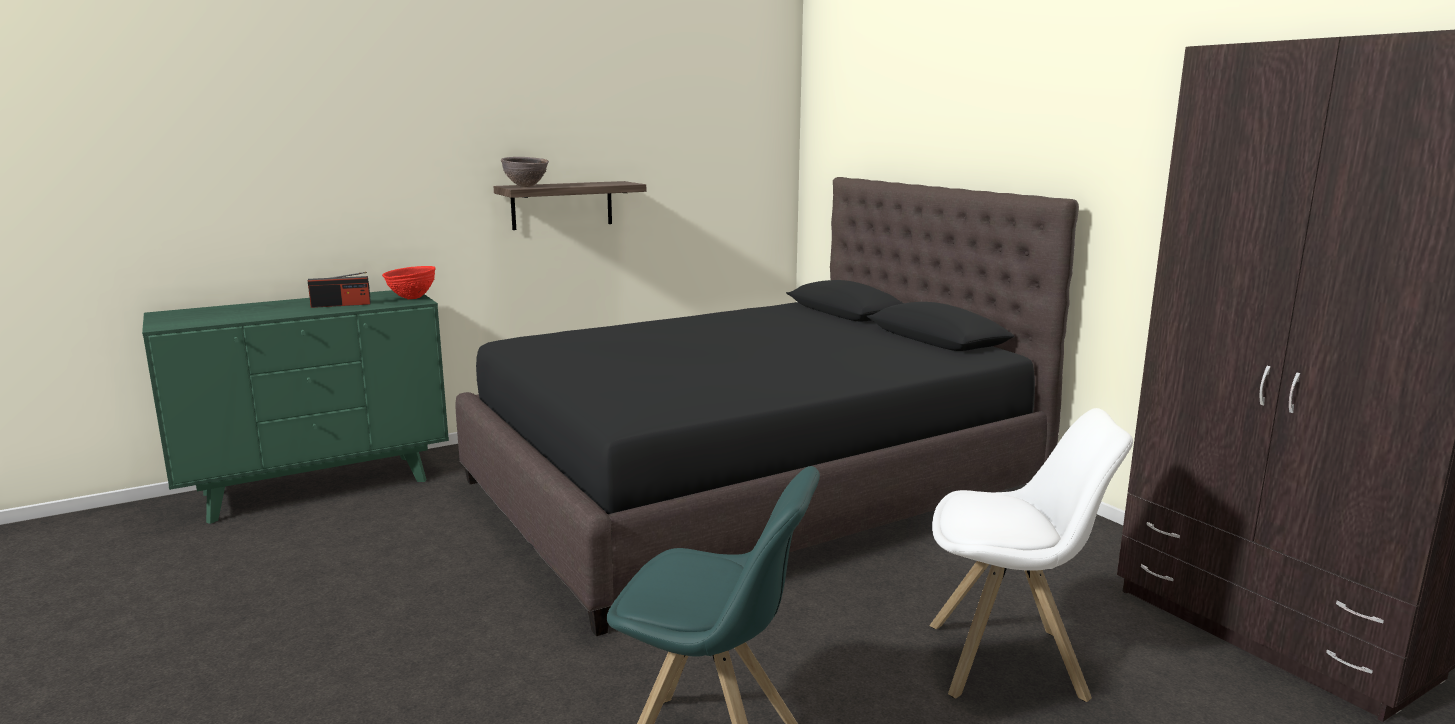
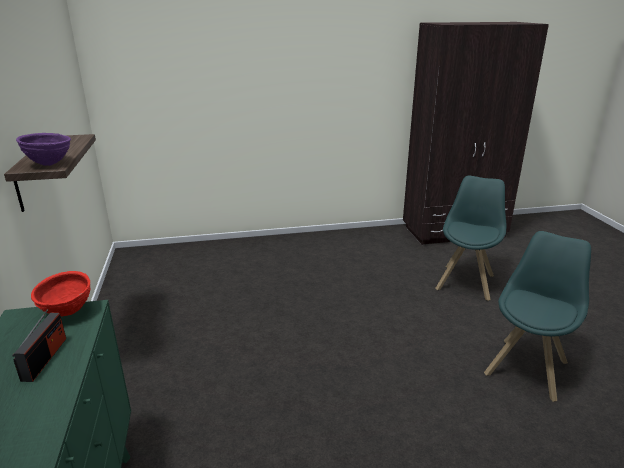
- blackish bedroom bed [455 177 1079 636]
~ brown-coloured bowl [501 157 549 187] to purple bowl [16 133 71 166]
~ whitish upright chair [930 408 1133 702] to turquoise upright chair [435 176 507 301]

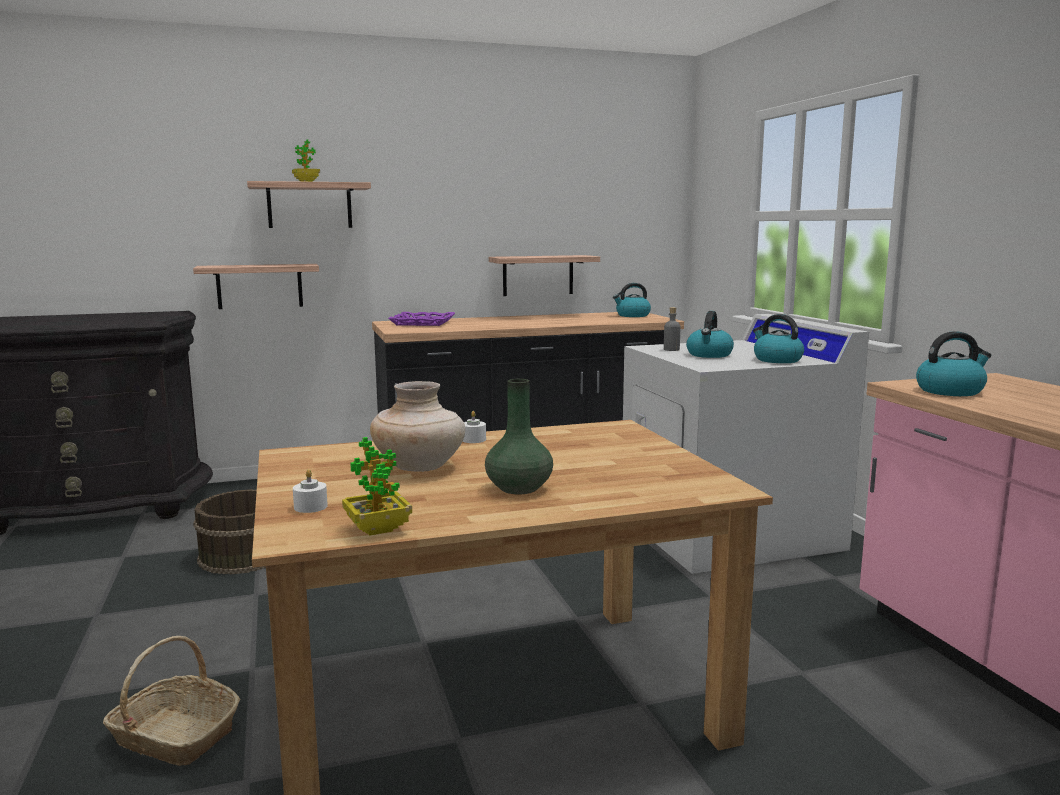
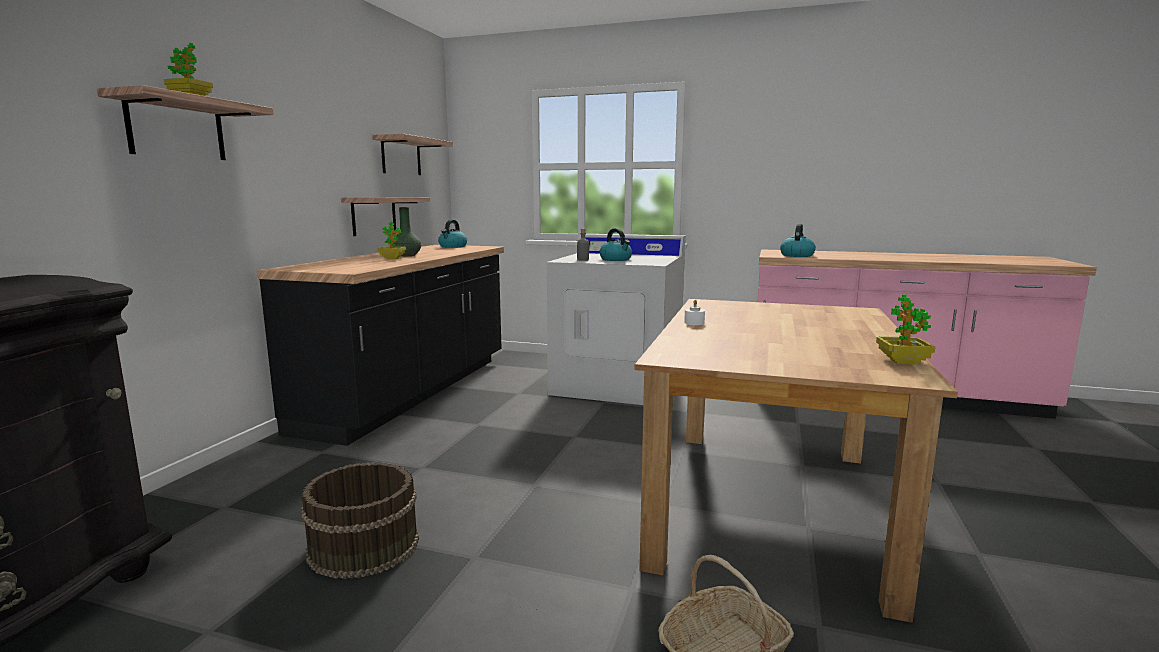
- whitish wax light [293 469 328 513]
- beige-coloured decorative vase [370 381 465 472]
- purple serving tray [388 312 455 326]
- water kettle [753 314 804 363]
+ plant in a pot [378 222 406 259]
~ bracket shelf [193 264 319 309] to [372 134 453 175]
~ green decorative vase [485 379 553 495] to [394 207 422 256]

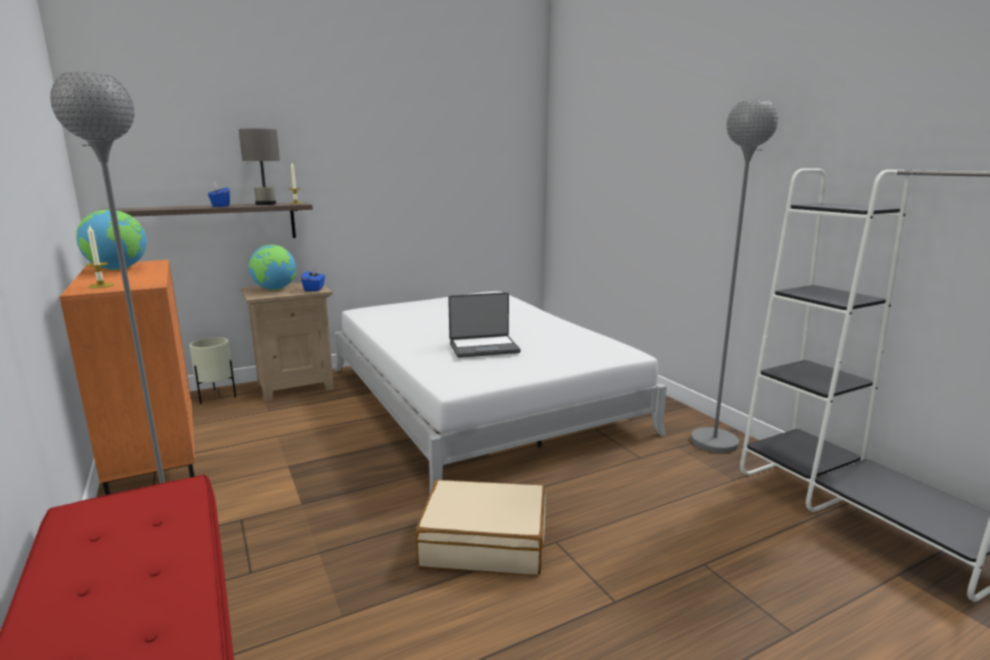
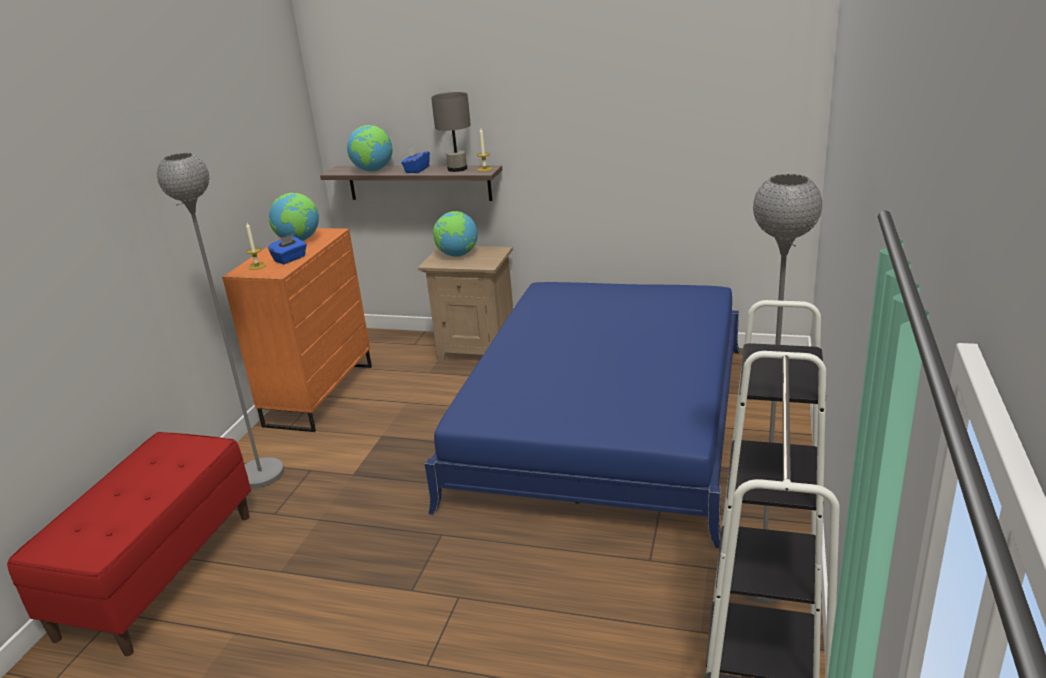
- beige-coloured planter [189 337 236 404]
- beige-coloured suitcase [415 480 546 575]
- notebook computer [448 292 521 358]
+ world globe [347 125 393 172]
~ blue tissue box [301 266 325 291] to [268 234 307 264]
~ whitish bedroom bed [334 291 667 495] to blue bedroom bed [425 282 740 548]

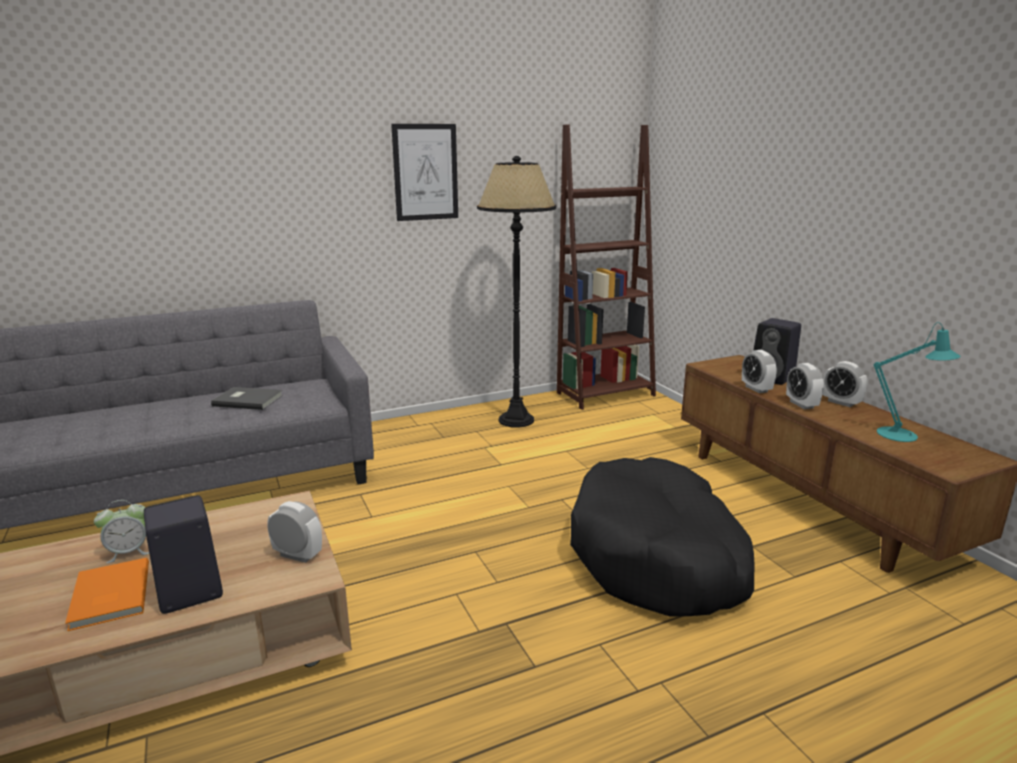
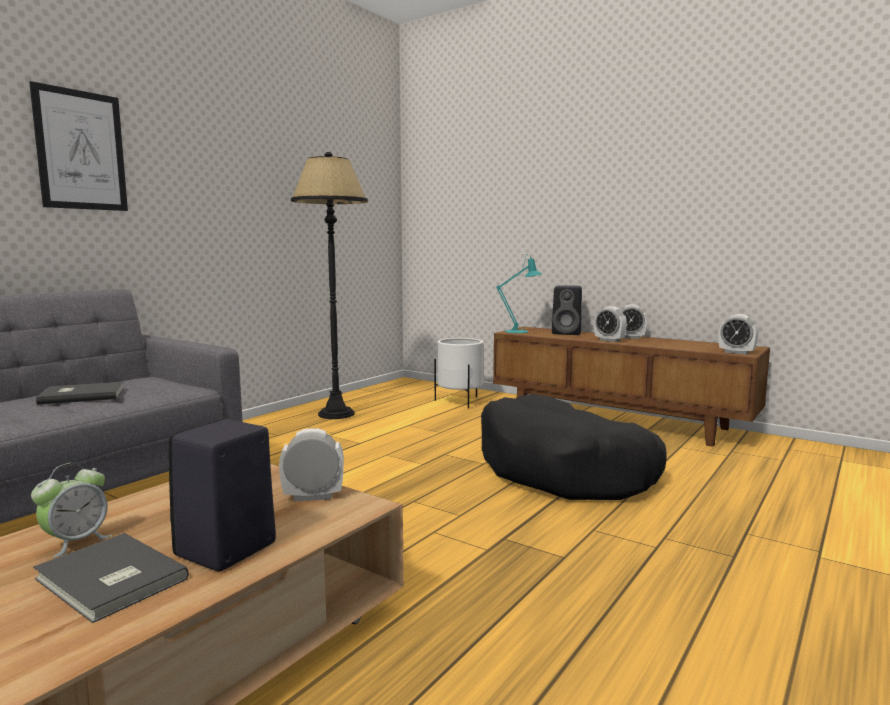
- brown-coloured bookshelf [557 124 656 410]
+ whitish planter [435 338 483 408]
~ wall art [391 124 458 221] to [29 81 128 211]
~ table clock [742 350 777 393] to [718 314 759 355]
~ turquoise tabletop lamp [874 322 961 442] to [496 254 542 333]
~ orange-coloured bound book [65 558 149 631] to grey bound book [33 533 189 623]

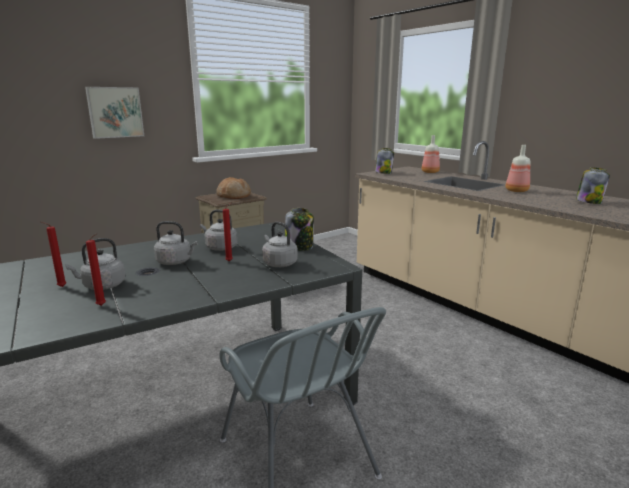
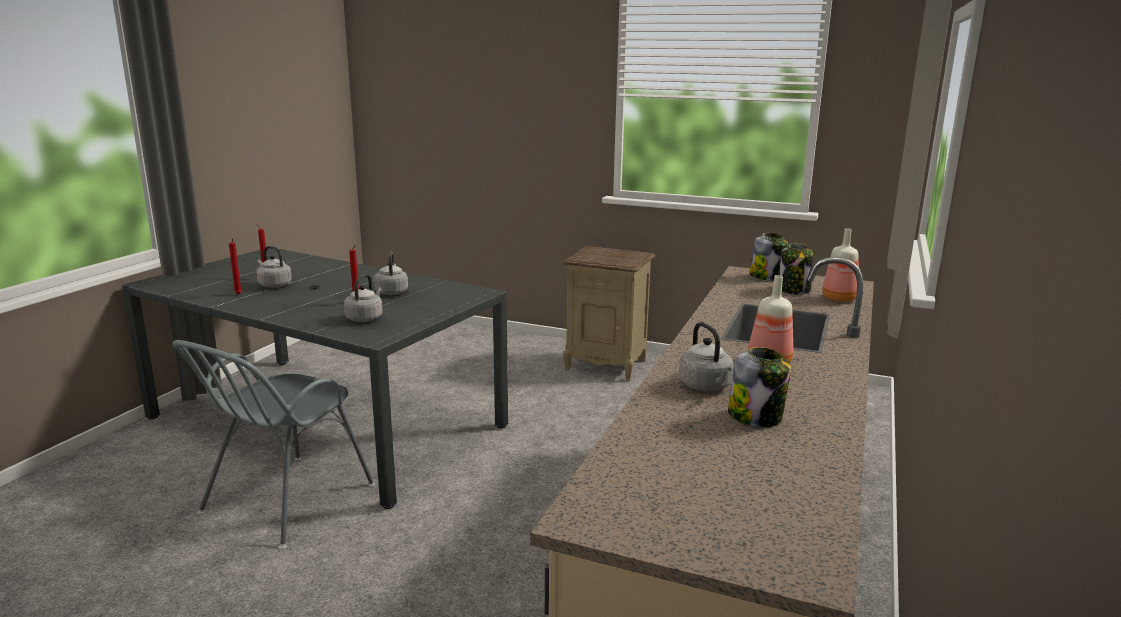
- wall art [85 87 144 139]
- baked bread [216 177 251 199]
~ grey water kettle [154 221 198 265] to [679 322 734 391]
~ jar [285 208 314 251] to [780 243 813 295]

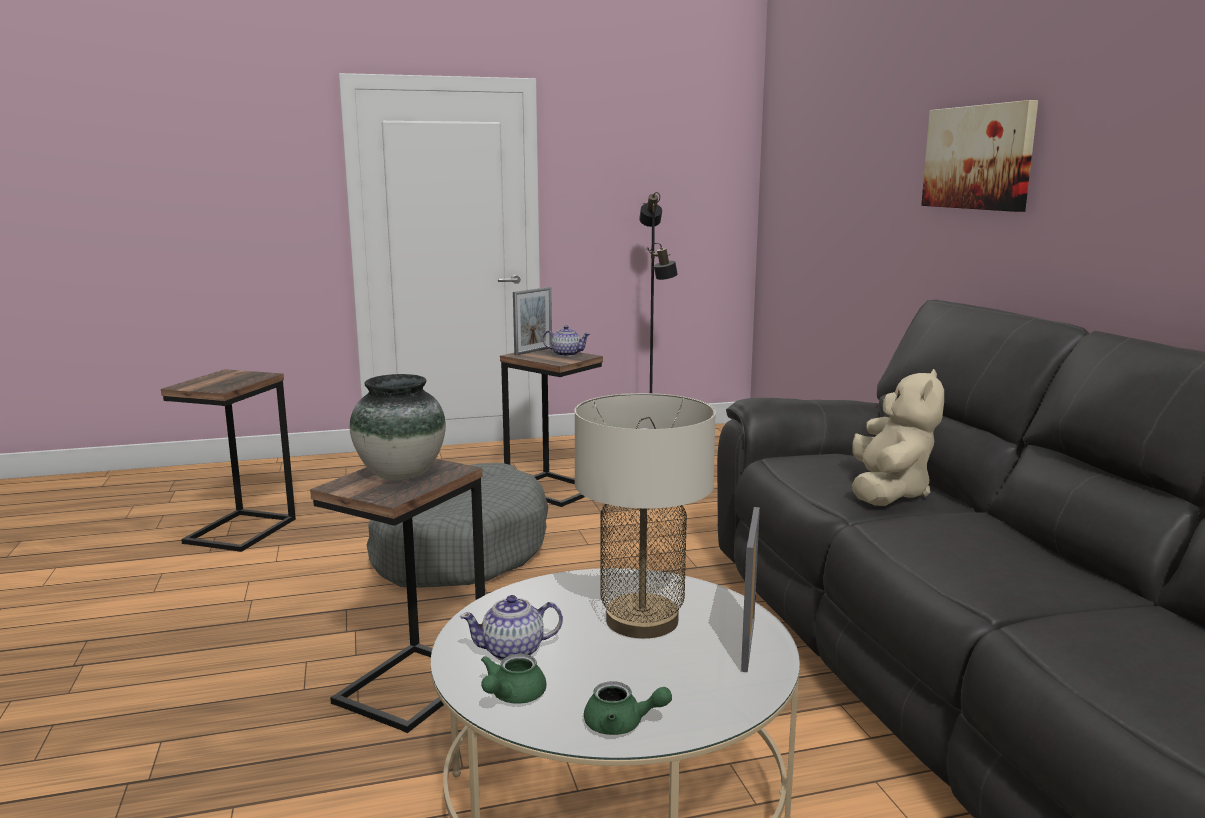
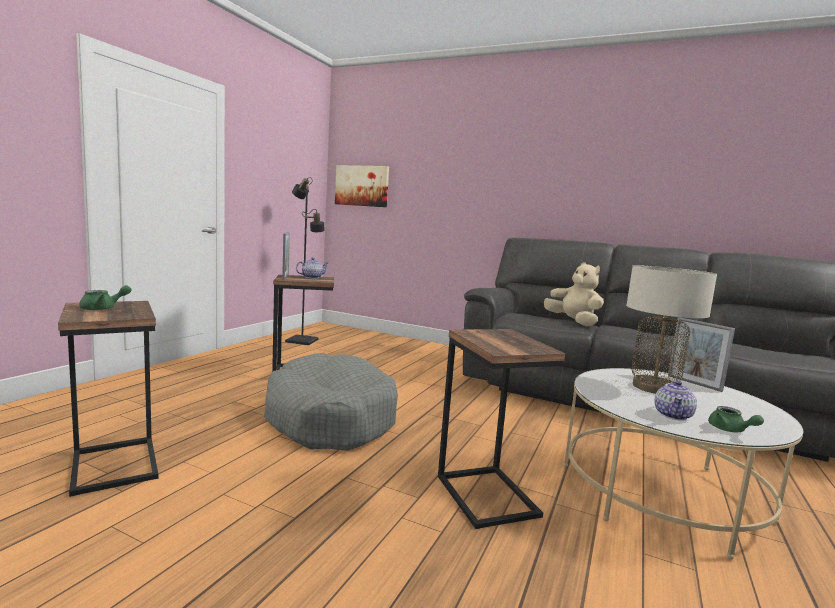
- decorative vase [350 374 446 481]
~ green teapot [584 681 672 735] to [79 285 131 311]
~ wall art [921 100 1038 212] to [335 165 389 207]

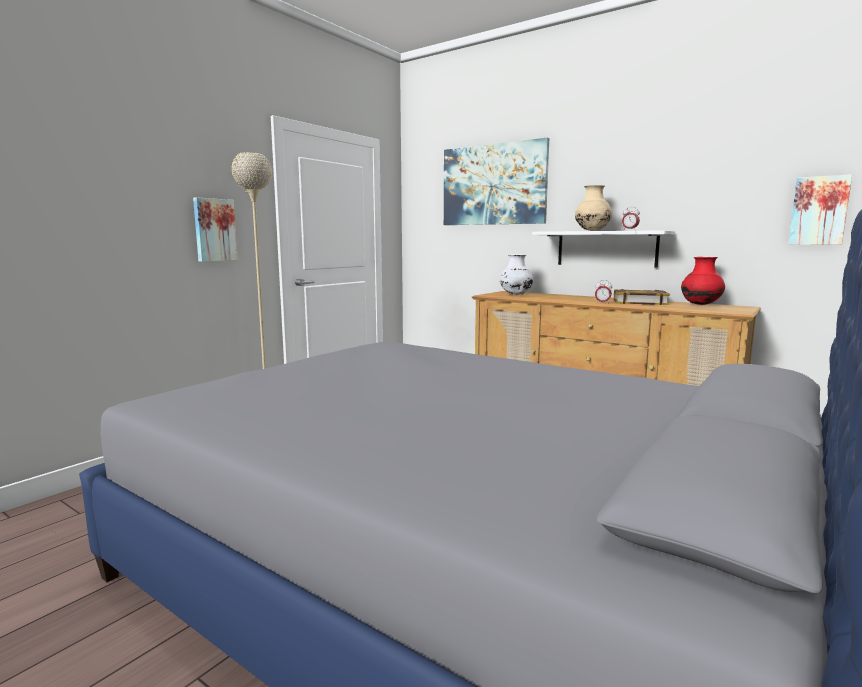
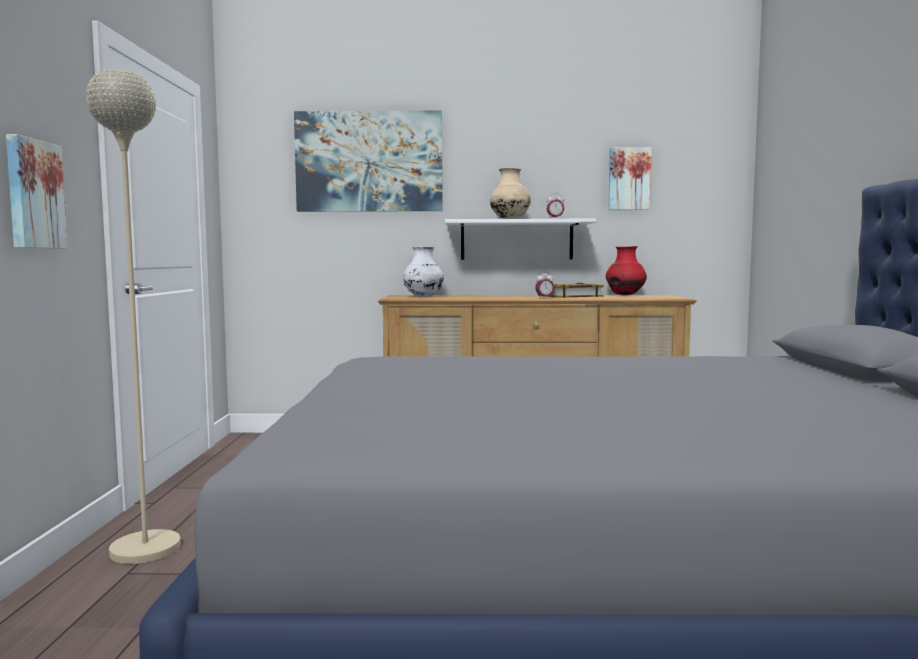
~ wall art [788 174 852 245] to [608 147 652 210]

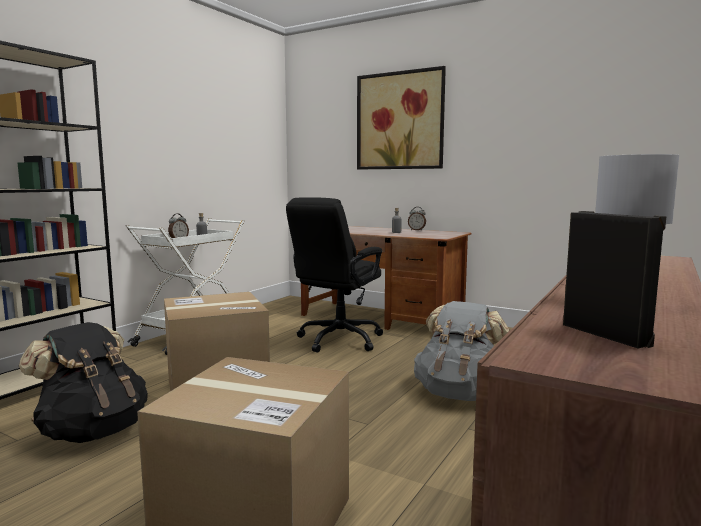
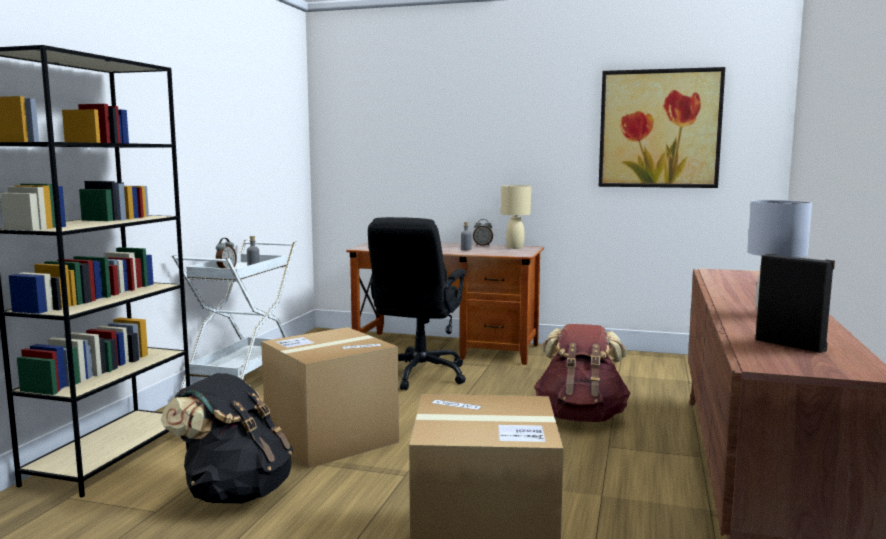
+ beige-coloured tabletop lamp [501 185 531 249]
~ wall art [357 66 446 169] to [599 67 725 188]
~ grey backpack [414 301 509 401] to brown-coloured backpack [534 324 630 422]

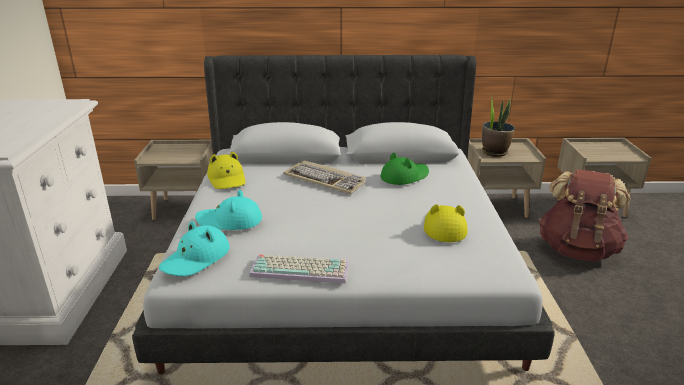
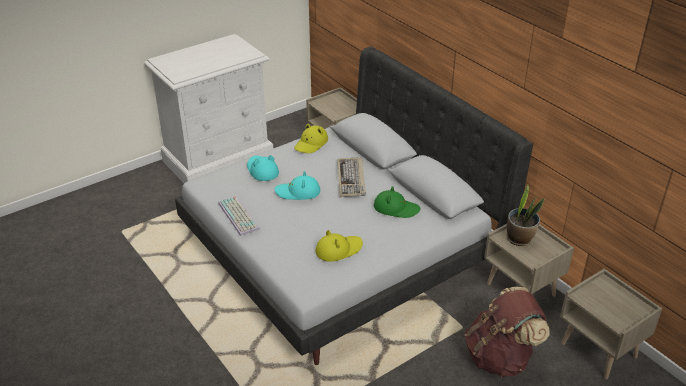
~ turquoise wearable hat [159 221 229 276] to [274 171 320 200]

